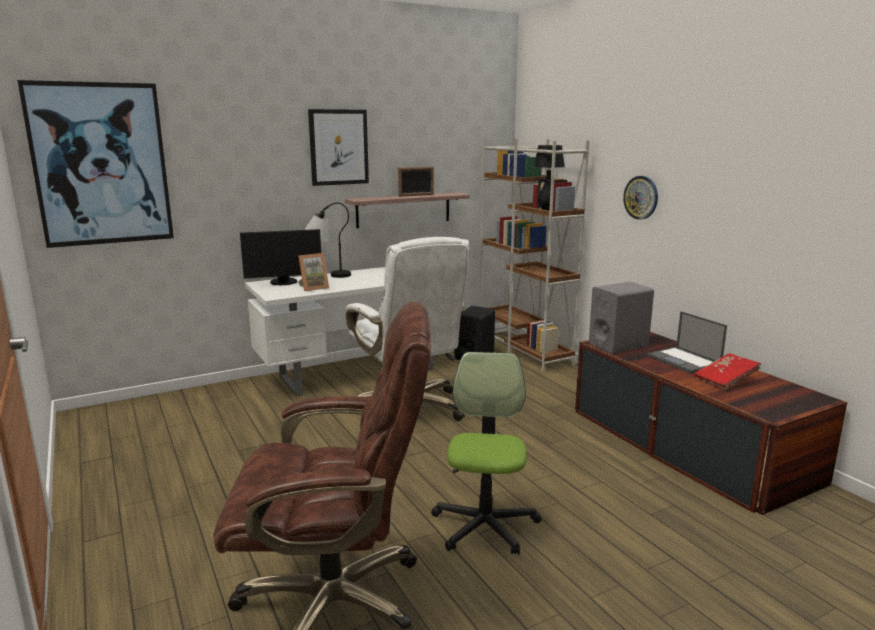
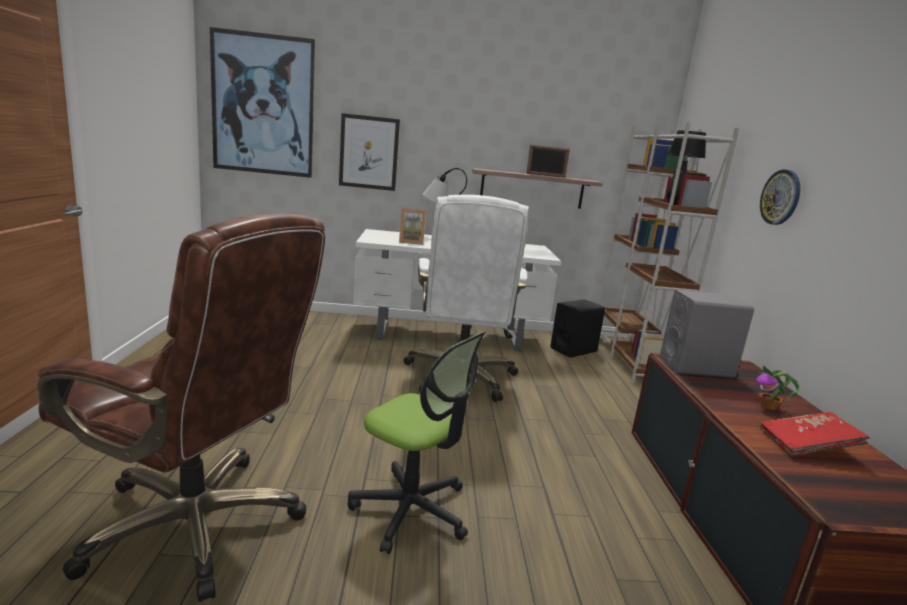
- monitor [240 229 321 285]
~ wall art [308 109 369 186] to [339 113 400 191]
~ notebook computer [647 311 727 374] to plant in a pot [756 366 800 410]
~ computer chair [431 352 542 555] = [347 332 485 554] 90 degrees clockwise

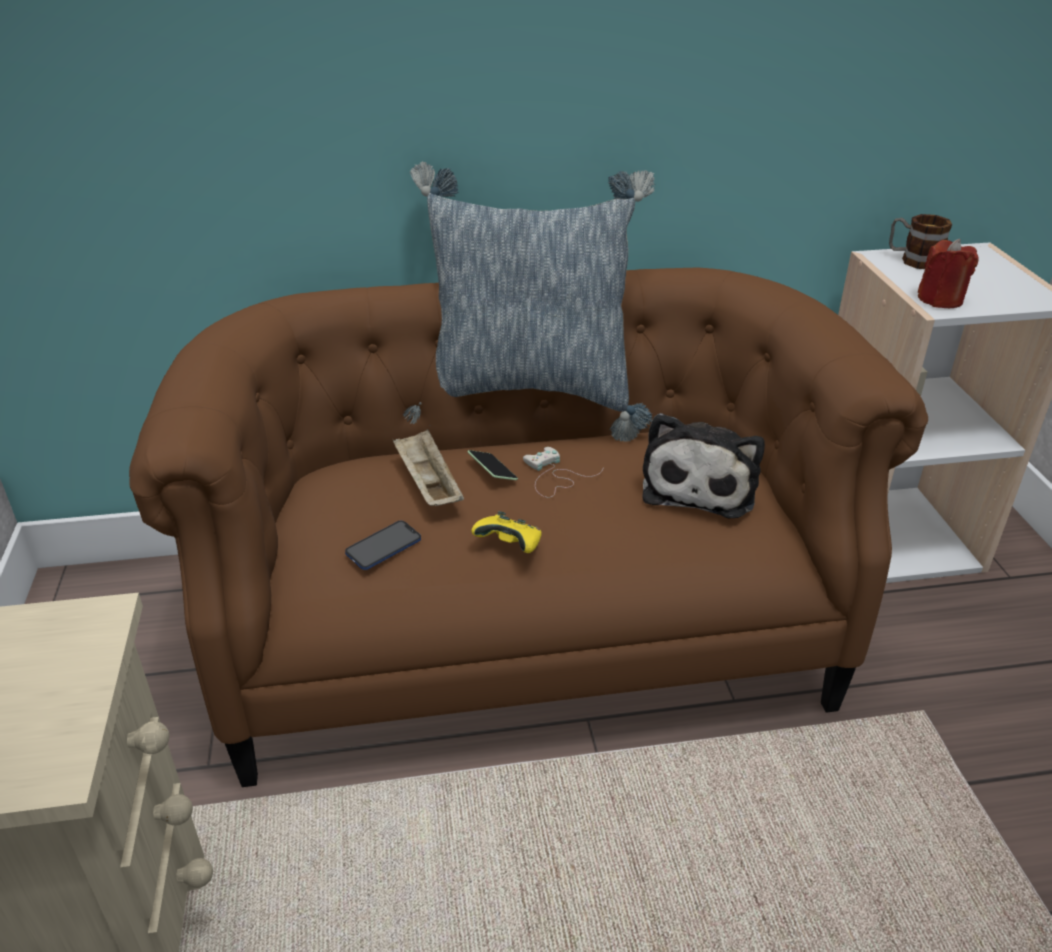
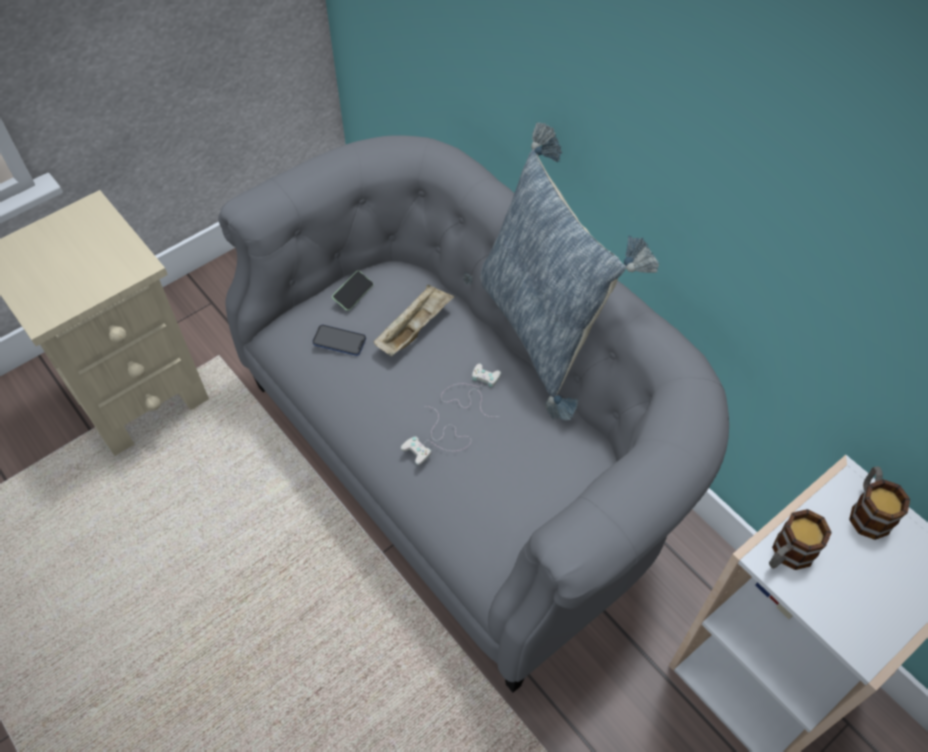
- yellow joypad [471 511 542 553]
- cuddly toy [642 413 765 519]
+ whitish joypad [401 406 471 465]
~ handset [467 450 518 480] to [332 271 374 311]
~ red-coloured wax light [917 239 979 308] to coffee mug [769 509 832 570]
~ brown-coloured sofa [129 267 928 787] to grey sofa [218 135 729 693]

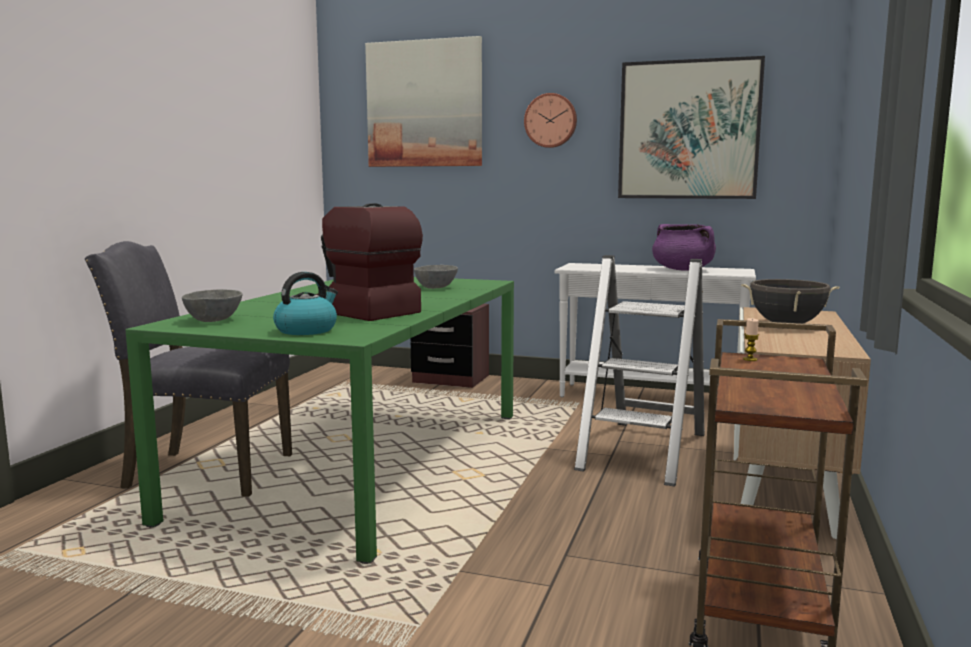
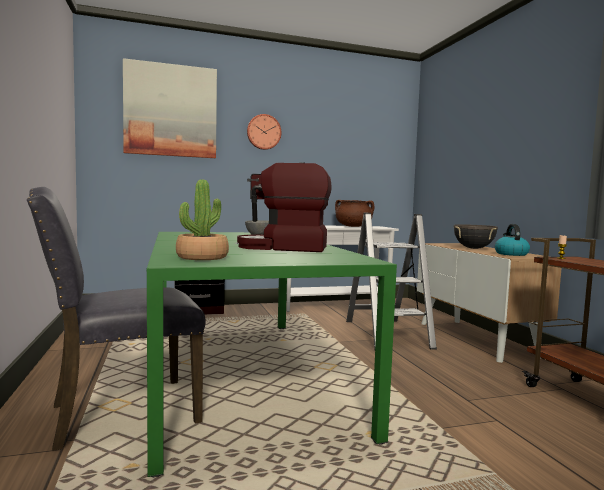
- wall art [618 56 765 199]
~ water kettle [273 272 338 335] to [495 224 530 256]
~ grey bowl [182 289 242 322] to plant in a pot [176 180 229 260]
~ purple saucepot [652 224 716 271] to brown-coloured saucepot [335 200 374 227]

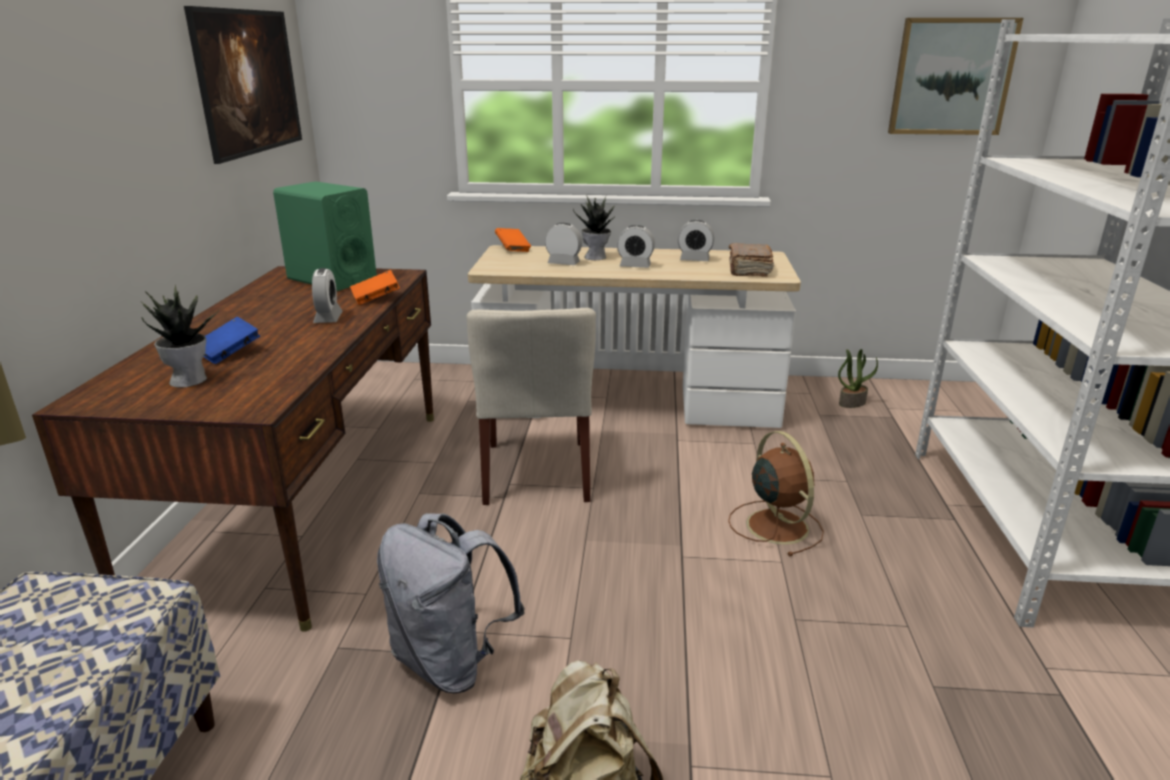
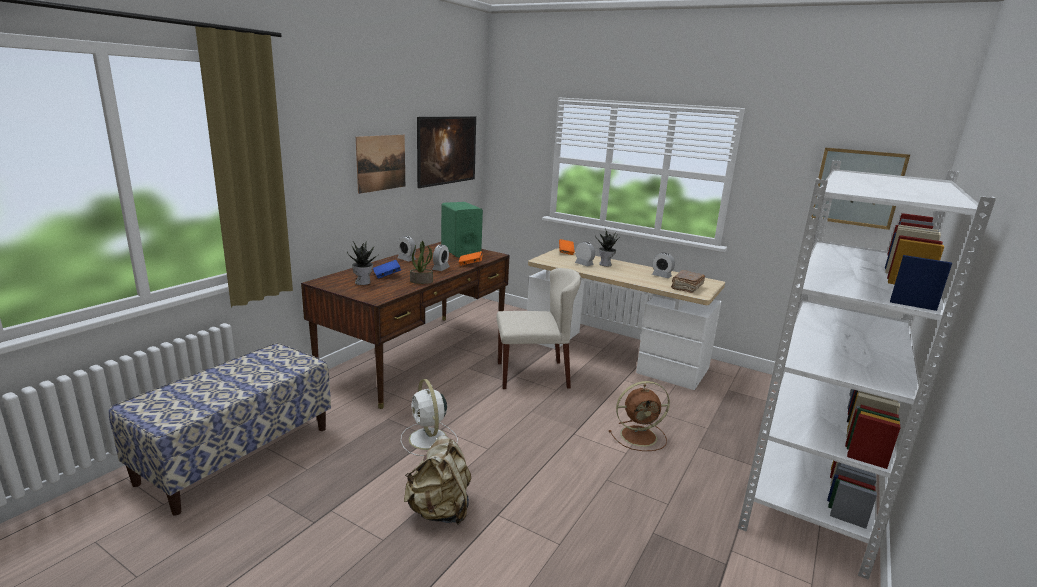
+ wall art [356 135 405 194]
~ table clock [617 225 655 268] to [397 236 416 261]
~ plant in a pot [838 349 878 408] to [410 241 433 284]
~ grey backpack [377 513 525 693] to whitish cooling fan [401 379 458 456]
~ beige-coloured upright chair [466 308 596 505] = [496 268 581 389] 120 degrees counterclockwise
~ brown-coloured cooling fan [728 431 824 556] = [609 381 670 451] 75 degrees clockwise

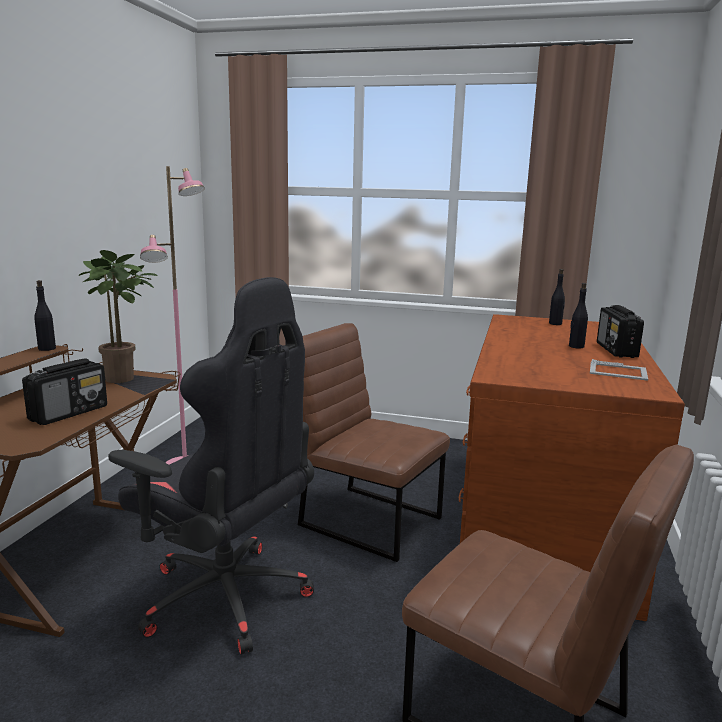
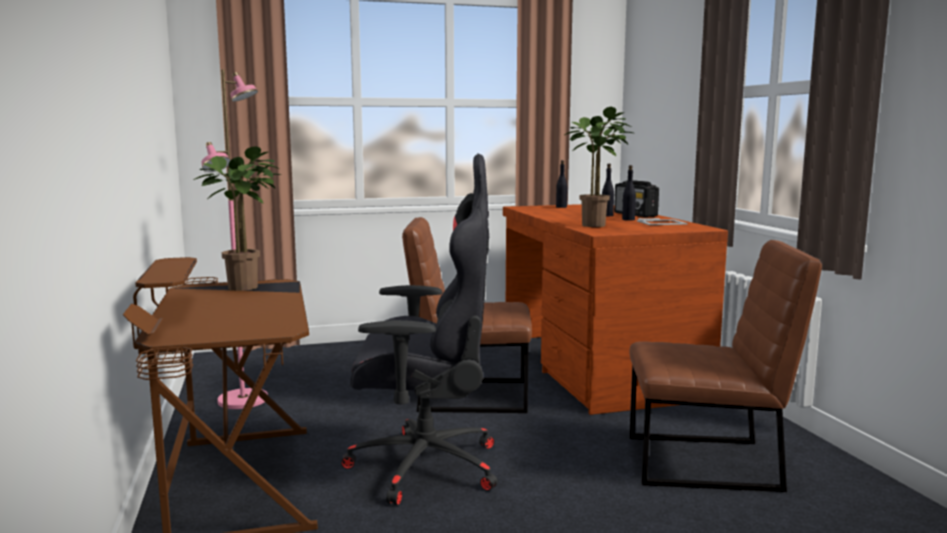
- radio receiver [22 358 107 425]
+ plant in a pot [565 107 633 227]
~ blackish beverage bottle [34 280 56 351] to [622 165 636 221]

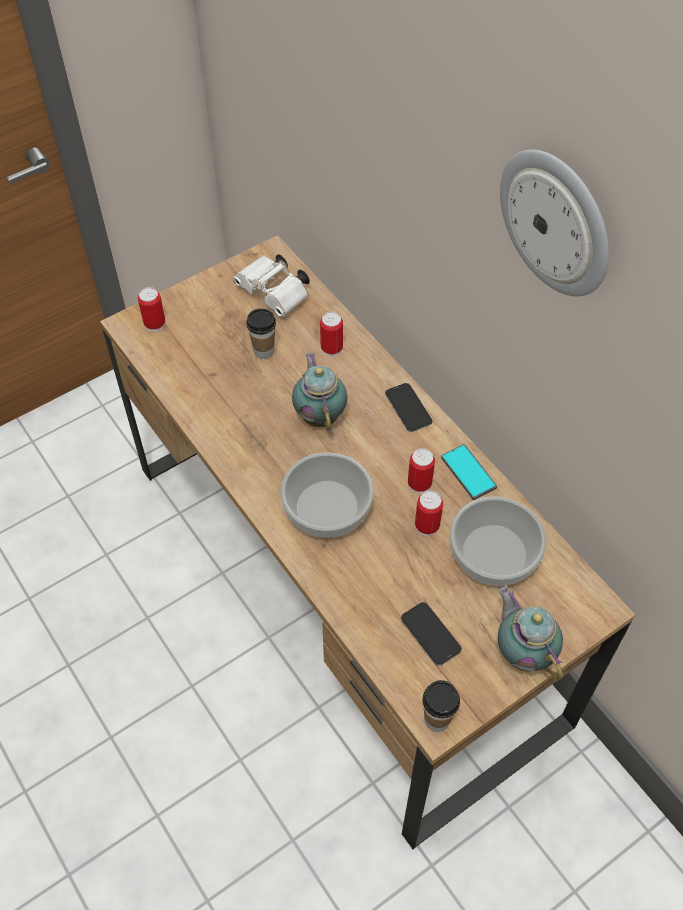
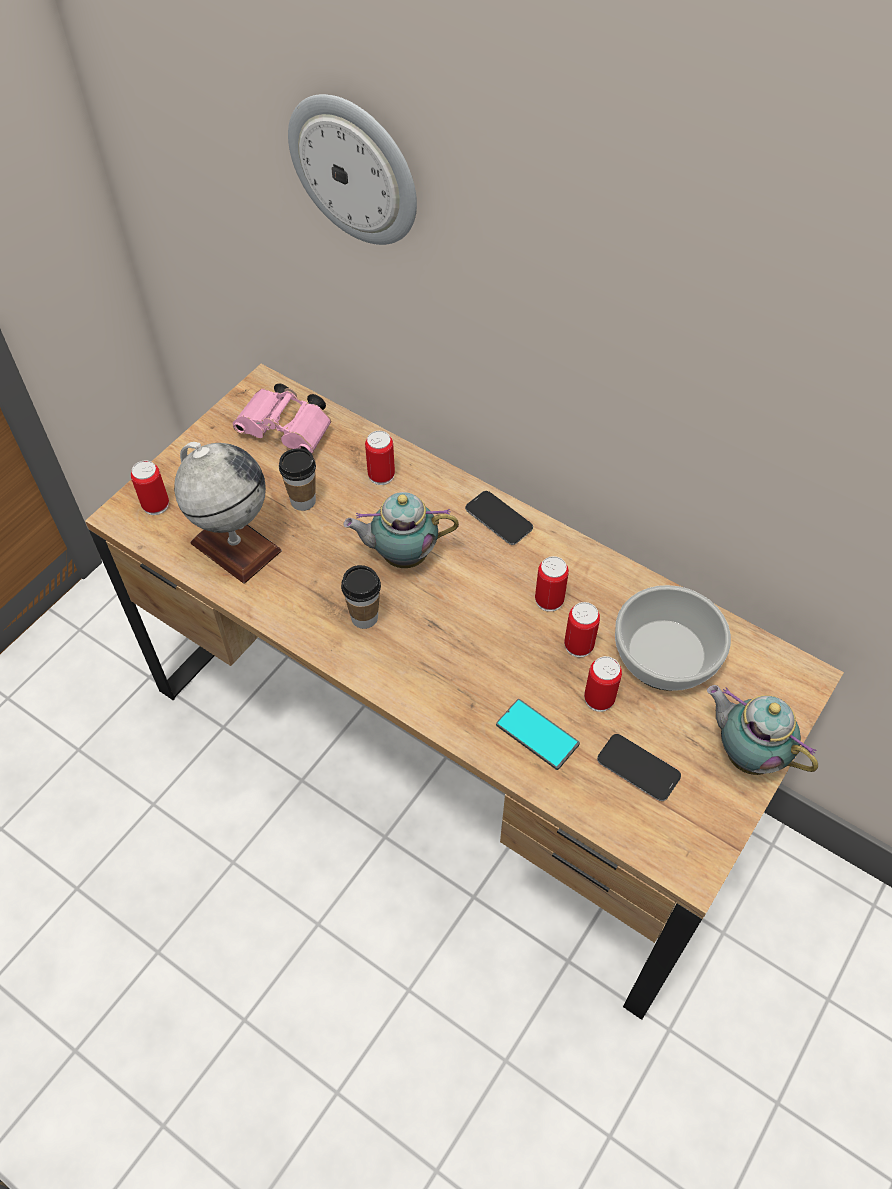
- bowl [280 452 374 538]
+ world globe [174 442 282 584]
+ metal can [584 656 622 712]
~ drinking cup [423 680 460 732] to [341 565 381 629]
~ handset [441 444 497 500] to [496 699 580 770]
~ wall clock [500 150 609 296] to [288 94 417 245]
~ whitish binoculars [233 255 310 317] to pinkish binoculars [233 383 331 454]
~ teapot [292 353 348 430] = [343 492 459 568] 60 degrees counterclockwise

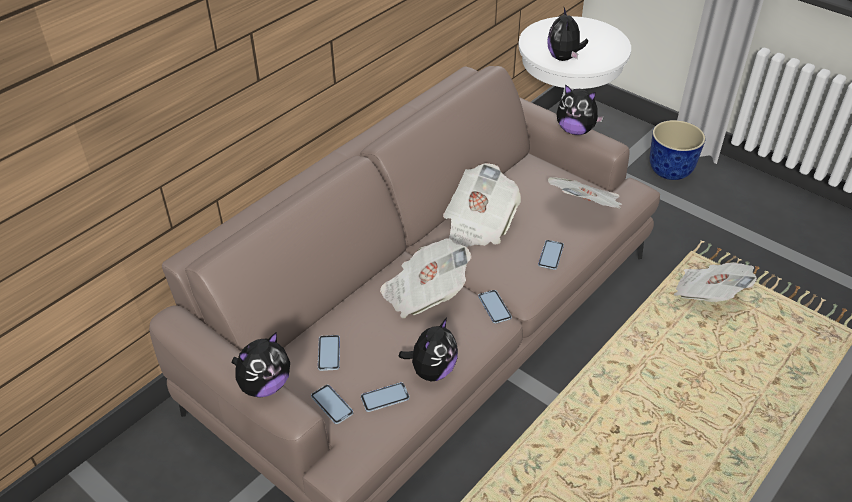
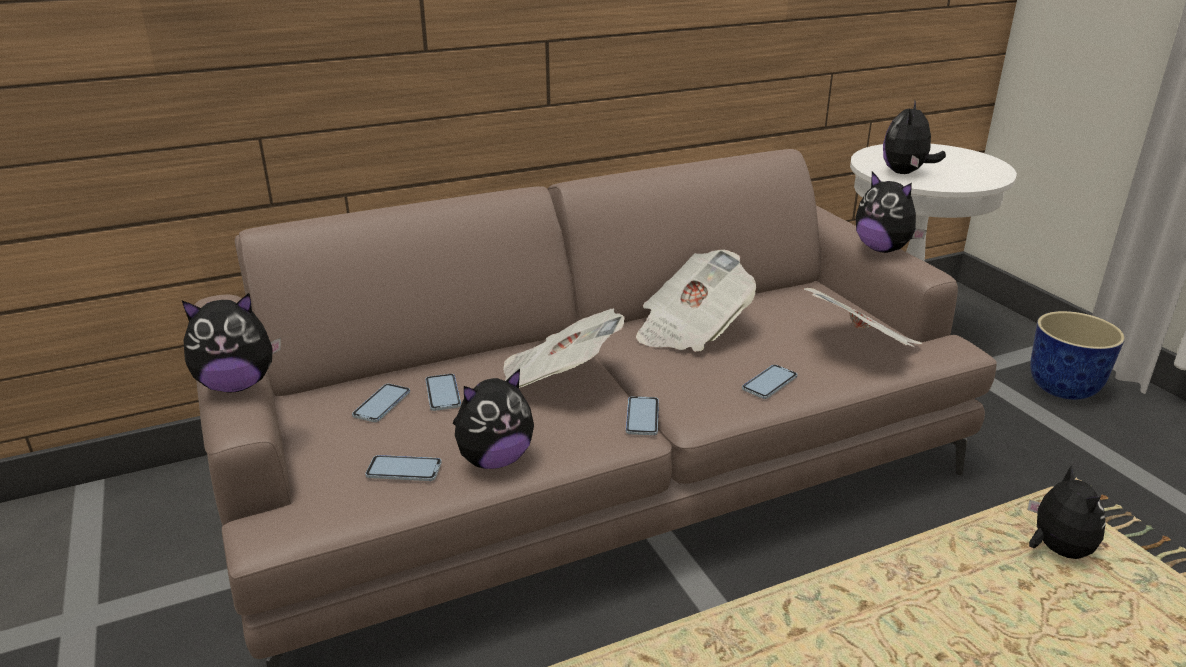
~ handset [311 385 353 424] to [425 374 461 411]
~ daily paper [674 262 757 302] to cuddly toy [1028 465 1106 559]

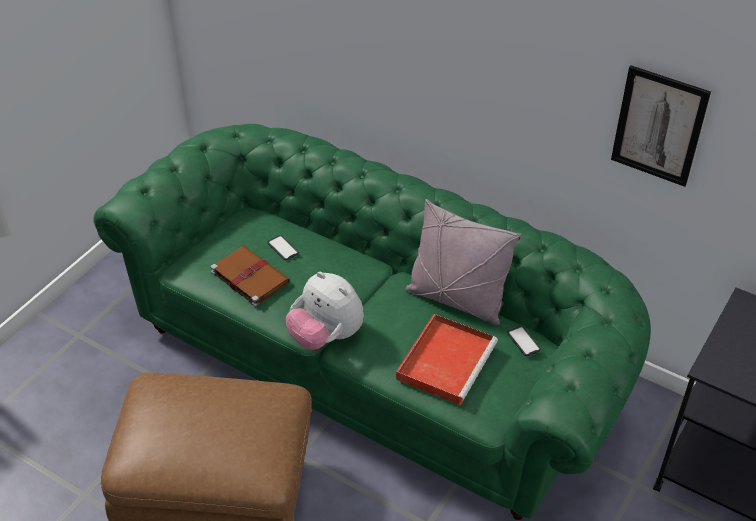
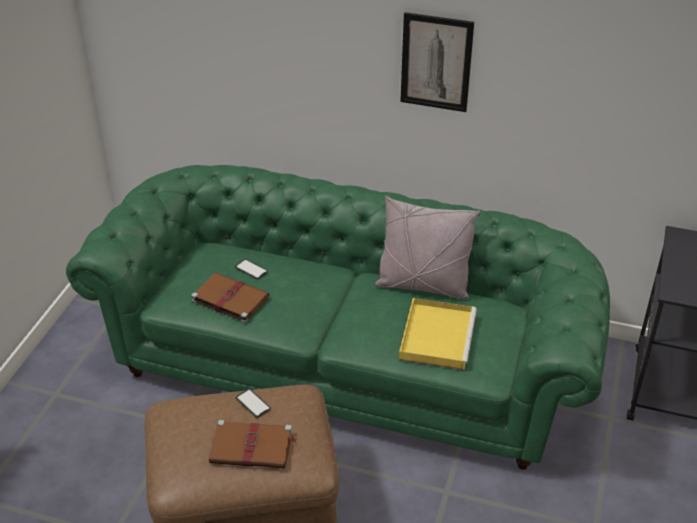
- cuddly toy [286 272 364 350]
+ brown-coloured bound book [209 420 298 469]
~ handset [507 326 541 356] to [236 389 271 418]
~ wall art [611 65 711 187] to [400 12 474 112]
~ red-coloured serving tray [396 314 498 405] to yellow serving tray [399 298 477 370]

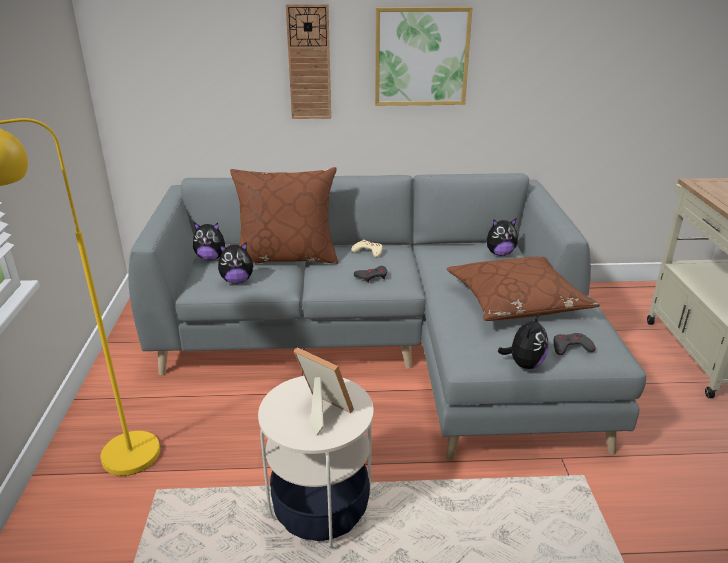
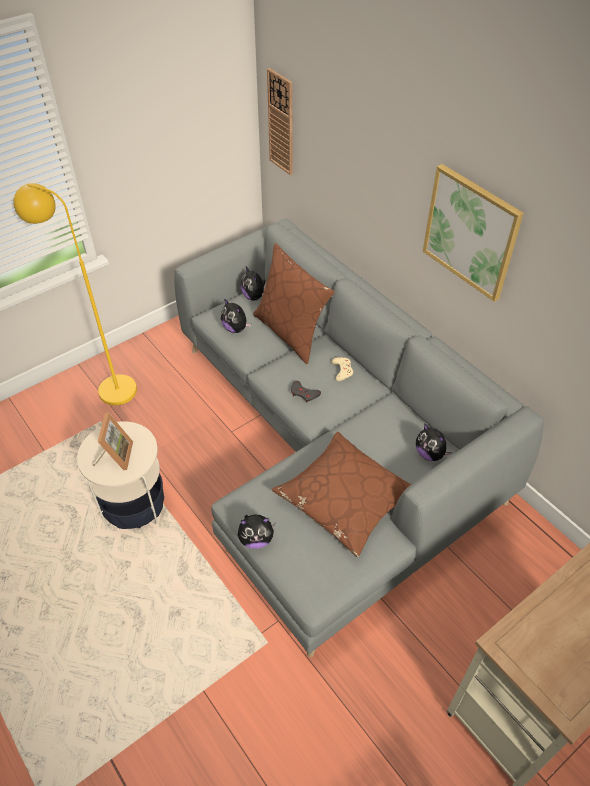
- grey joypad [554 333 595 355]
~ wall clock [286 4 331 119] to [267 68 293 175]

